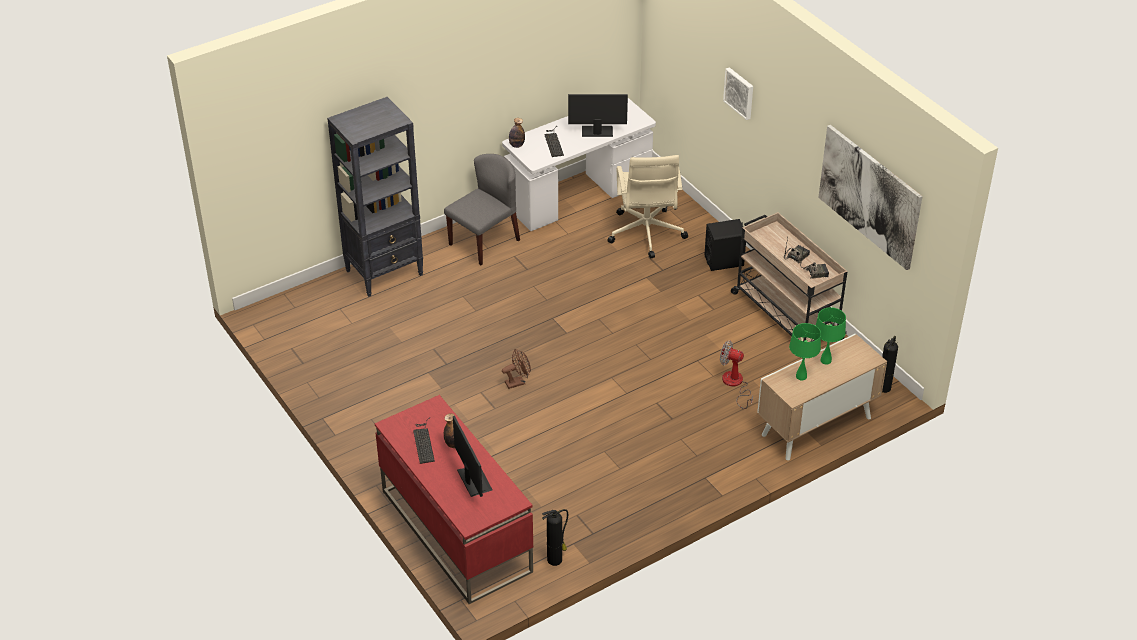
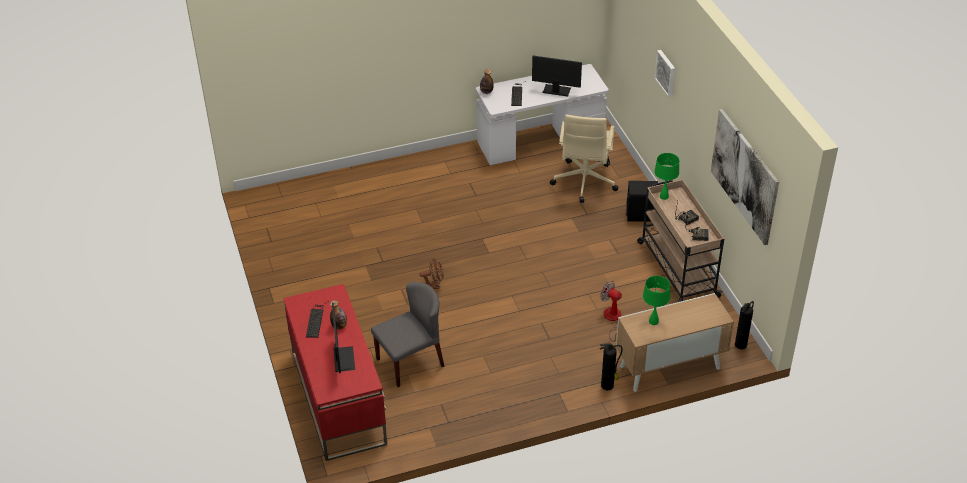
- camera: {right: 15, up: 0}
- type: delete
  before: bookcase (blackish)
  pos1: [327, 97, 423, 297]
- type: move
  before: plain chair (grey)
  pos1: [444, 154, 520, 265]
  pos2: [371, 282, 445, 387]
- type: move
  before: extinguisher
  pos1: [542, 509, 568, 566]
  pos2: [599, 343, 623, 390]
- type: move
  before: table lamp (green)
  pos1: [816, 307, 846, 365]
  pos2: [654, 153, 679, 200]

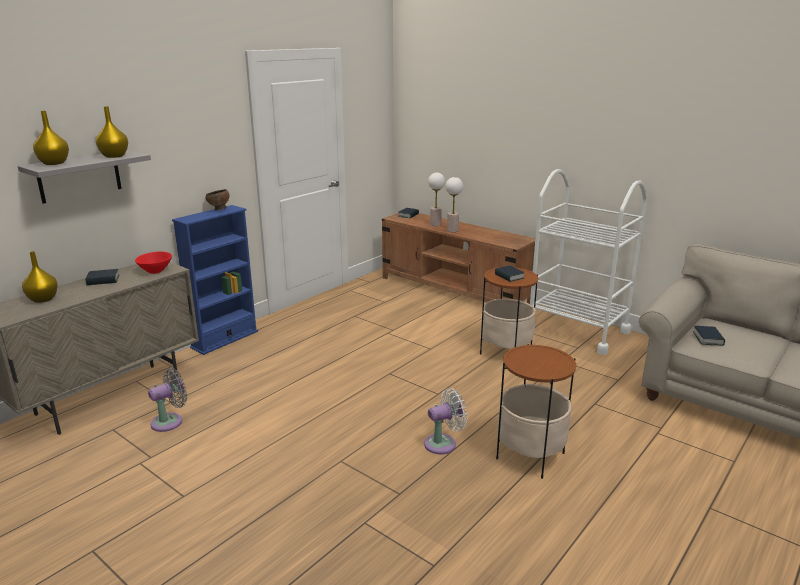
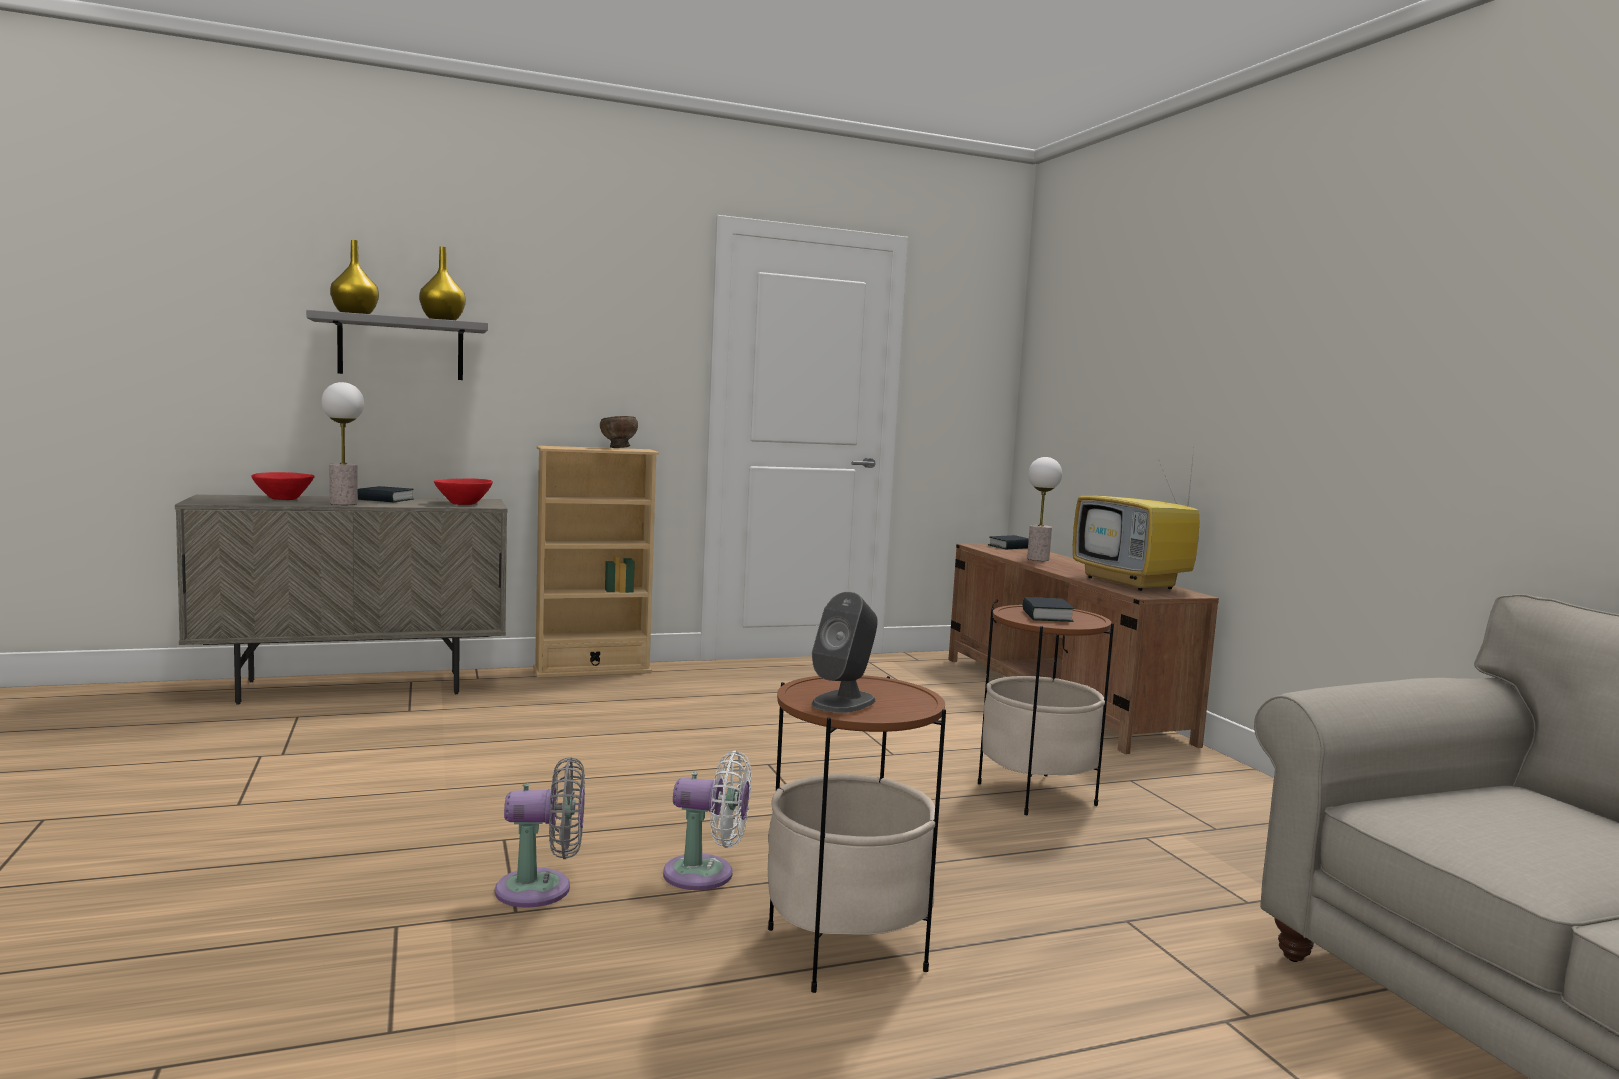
- camera: {right: 30, up: -15}
- type: delete
  before: trolley (white-coloured)
  pos1: [530, 169, 648, 355]
- type: delete
  before: bound book
  pos1: [693, 326, 725, 346]
- type: insert
  after: audio speaker (grey)
  pos2: [811, 592, 878, 713]
- type: insert
  after: television
  pos2: [1073, 450, 1199, 591]
- type: move
  before: fan (grey)
  pos1: [148, 368, 187, 432]
  pos2: [495, 757, 585, 908]
- type: move
  before: table lamp
  pos1: [445, 177, 463, 232]
  pos2: [321, 382, 364, 505]
- type: replace
  before: flower vase (yellow)
  after: deep dish (red)
  pos1: [22, 251, 58, 303]
  pos2: [251, 472, 315, 500]
- type: recolor
  before: bookcase (bluish)
  after: bookcase (beige)
  pos1: [172, 205, 258, 355]
  pos2: [533, 446, 659, 678]

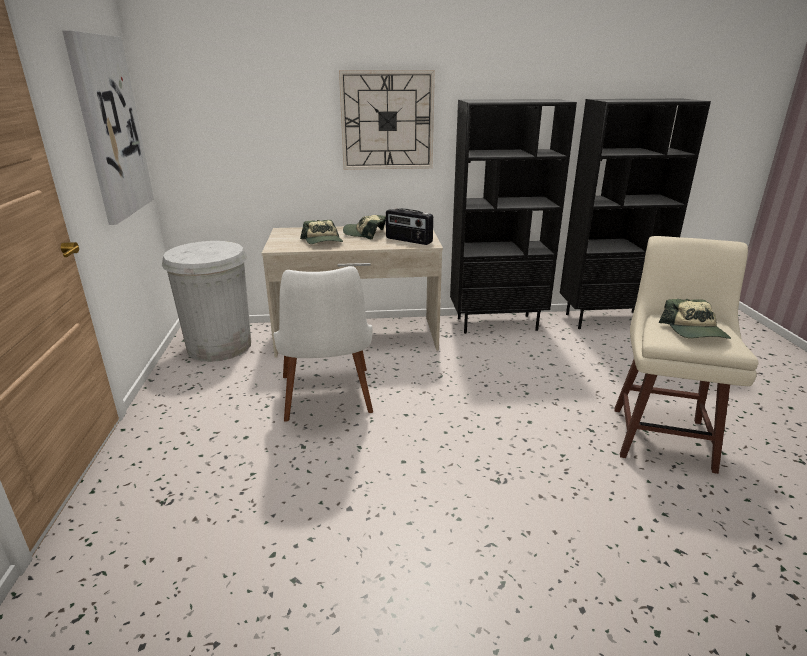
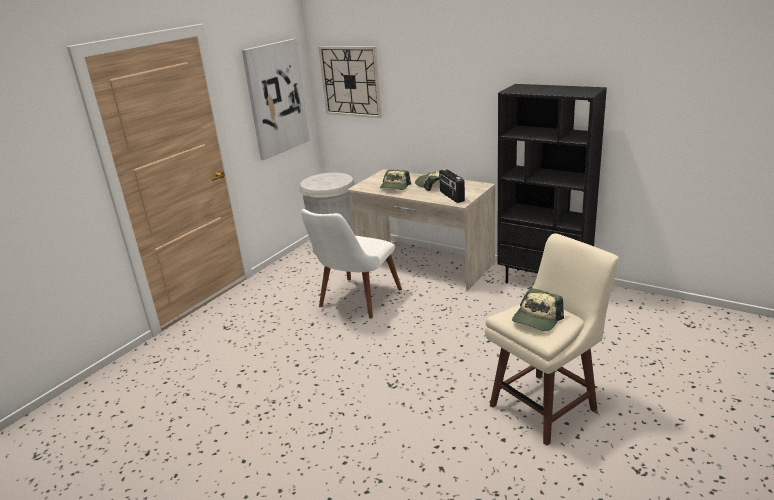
- camera: {right: 40, up: 0}
- type: delete
  before: bookcase (blackish)
  pos1: [560, 99, 711, 329]
- type: move
  before: clock on the wall
  pos1: [339, 70, 435, 170]
  pos2: [318, 46, 382, 118]

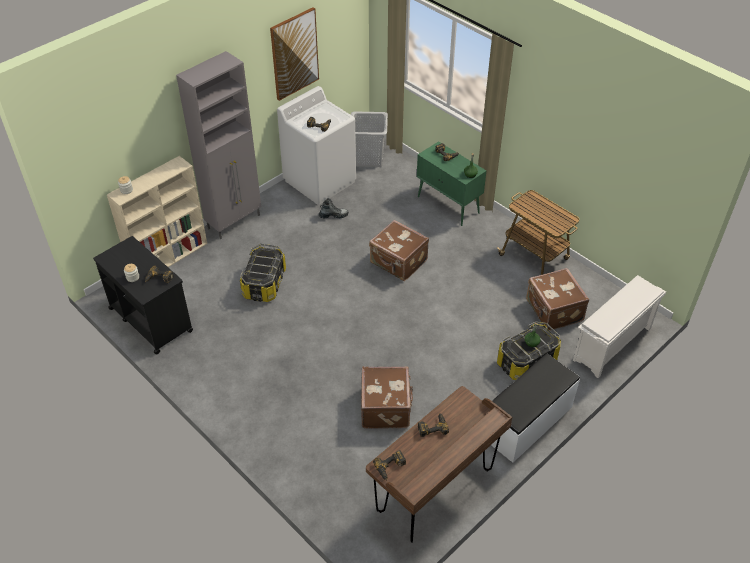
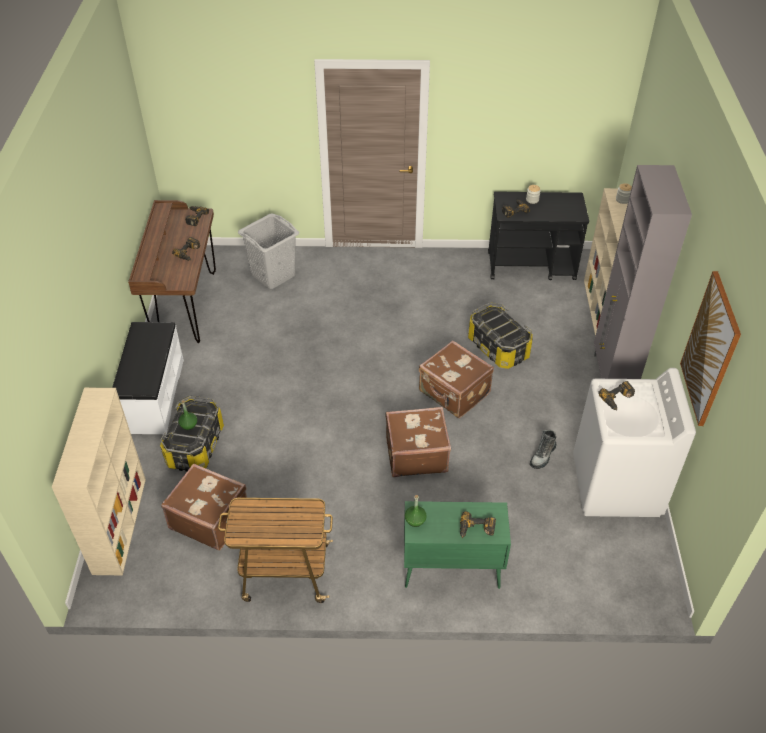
- camera: {right: 135, up: 0}
- type: move
  before: laundry basket (grey)
  pos1: [351, 111, 388, 167]
  pos2: [238, 213, 299, 289]
- type: move
  before: suitcase (brown)
  pos1: [361, 366, 413, 429]
  pos2: [419, 340, 494, 418]
- type: replace
  before: shoe stand (white-coloured)
  after: bookcase (beige)
  pos1: [573, 275, 666, 378]
  pos2: [52, 387, 146, 575]

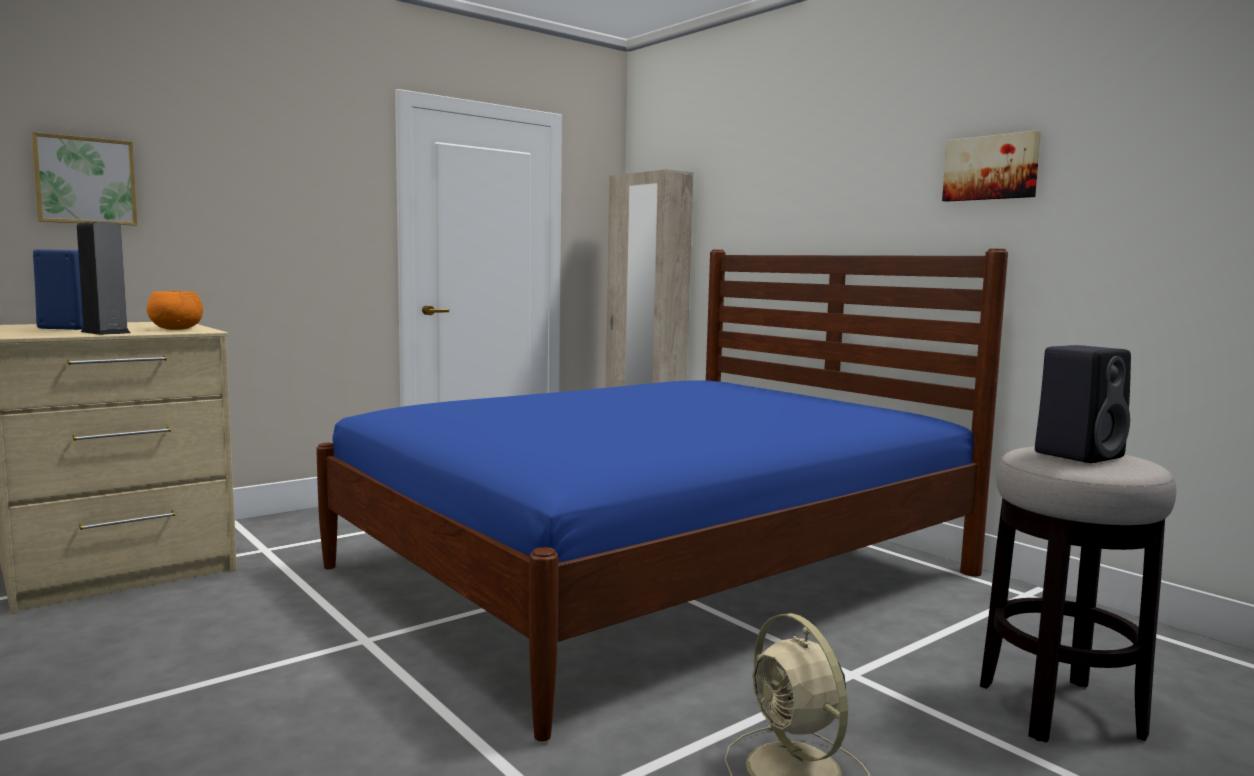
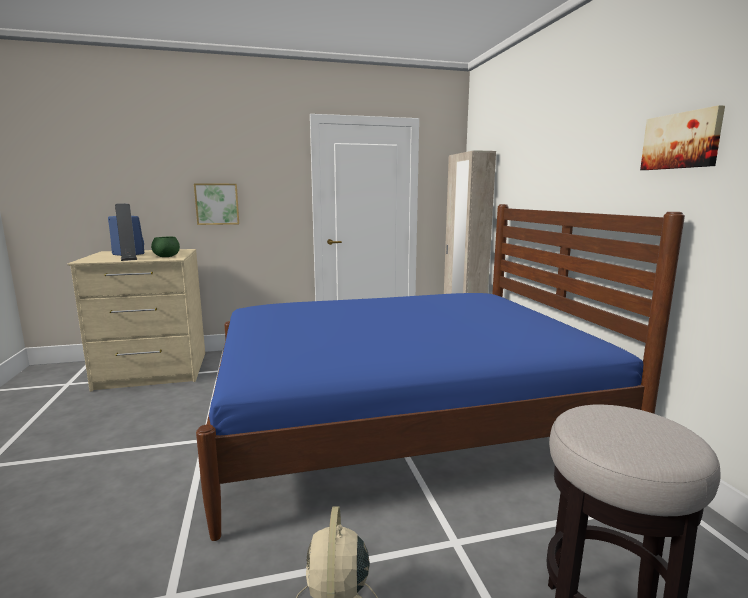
- camera: {right: 25, up: 5}
- type: delete
  before: audio speaker (blackish)
  pos1: [1035, 345, 1131, 463]
- type: move
  before: wall picture
  pos1: [32, 132, 137, 226]
  pos2: [194, 183, 239, 225]
- type: recolor
  before: deep dish (orange-coloured)
  after: deep dish (green)
  pos1: [147, 291, 203, 330]
  pos2: [151, 237, 180, 257]

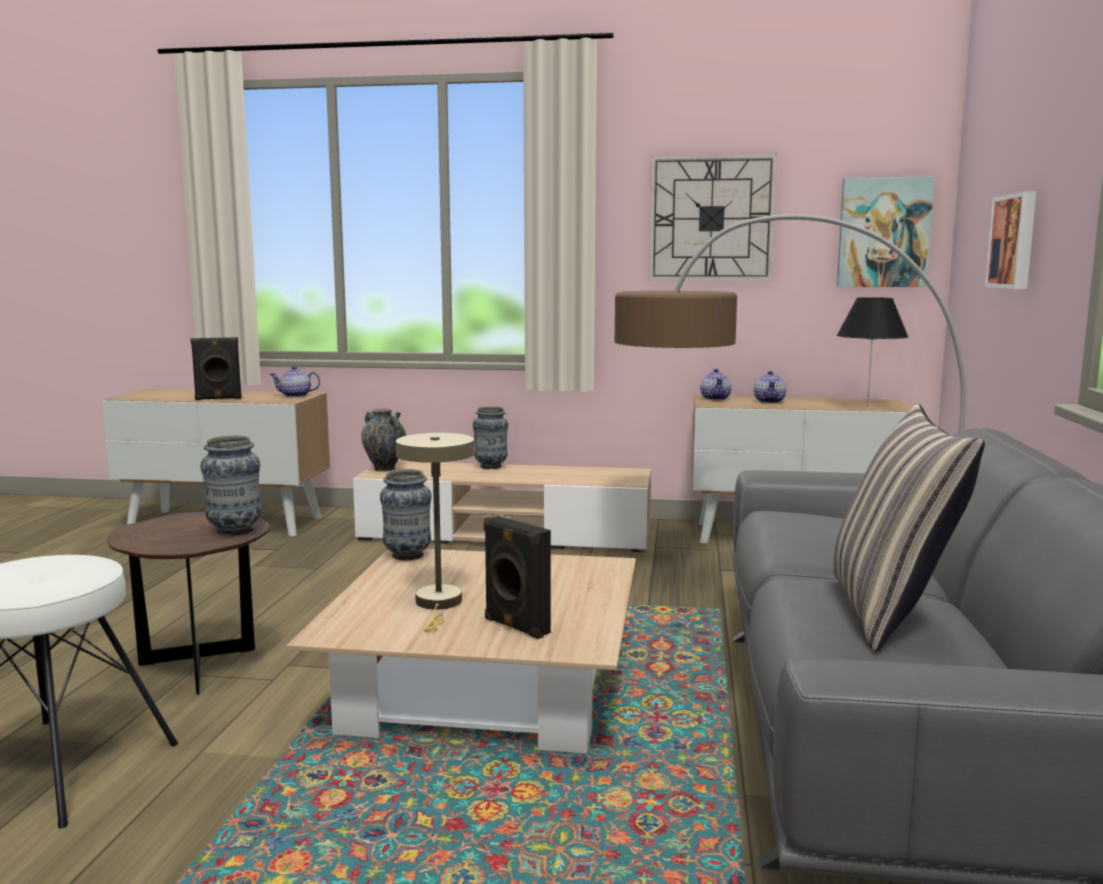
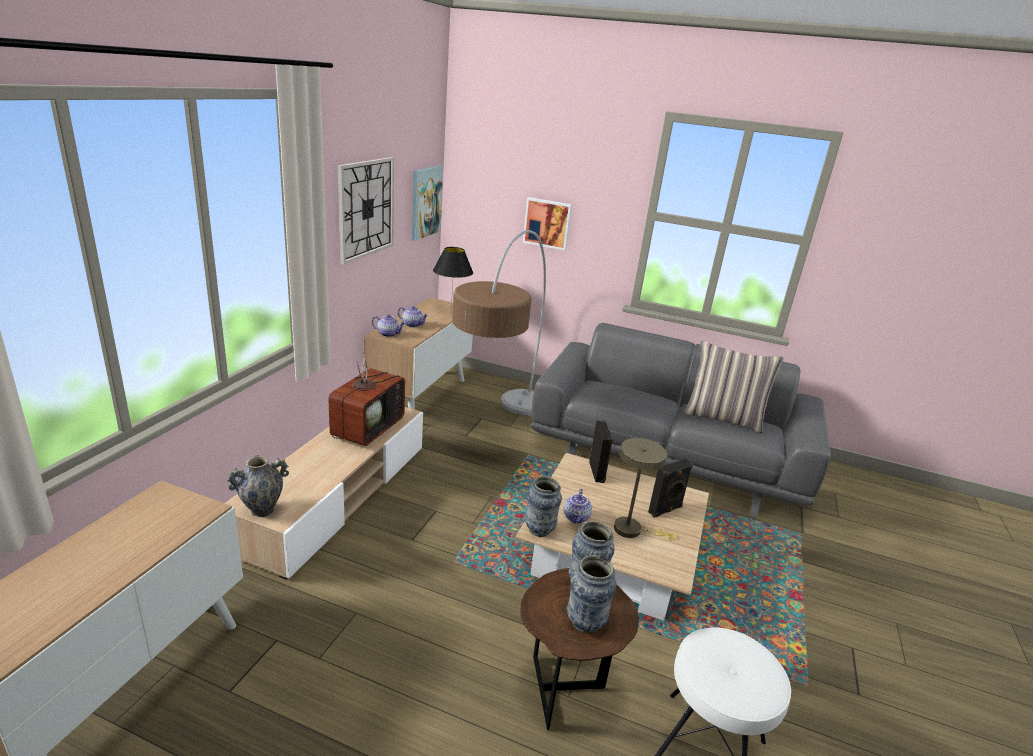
- camera: {right: -80, up: 15}
- type: insert
  after: television
  pos2: [328, 336, 405, 446]
- type: move
  before: audio speaker (blackish)
  pos1: [191, 337, 242, 400]
  pos2: [589, 420, 613, 483]
- type: move
  before: tea pot
  pos1: [270, 366, 320, 397]
  pos2: [564, 489, 592, 524]
- type: move
  before: flower vase
  pos1: [473, 407, 508, 469]
  pos2: [567, 555, 617, 634]

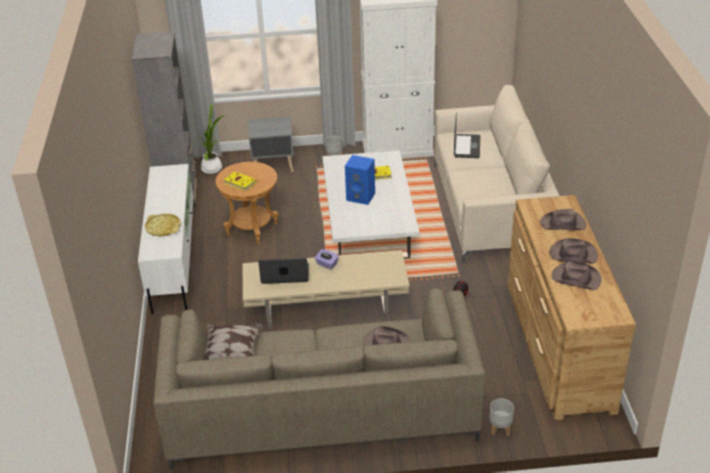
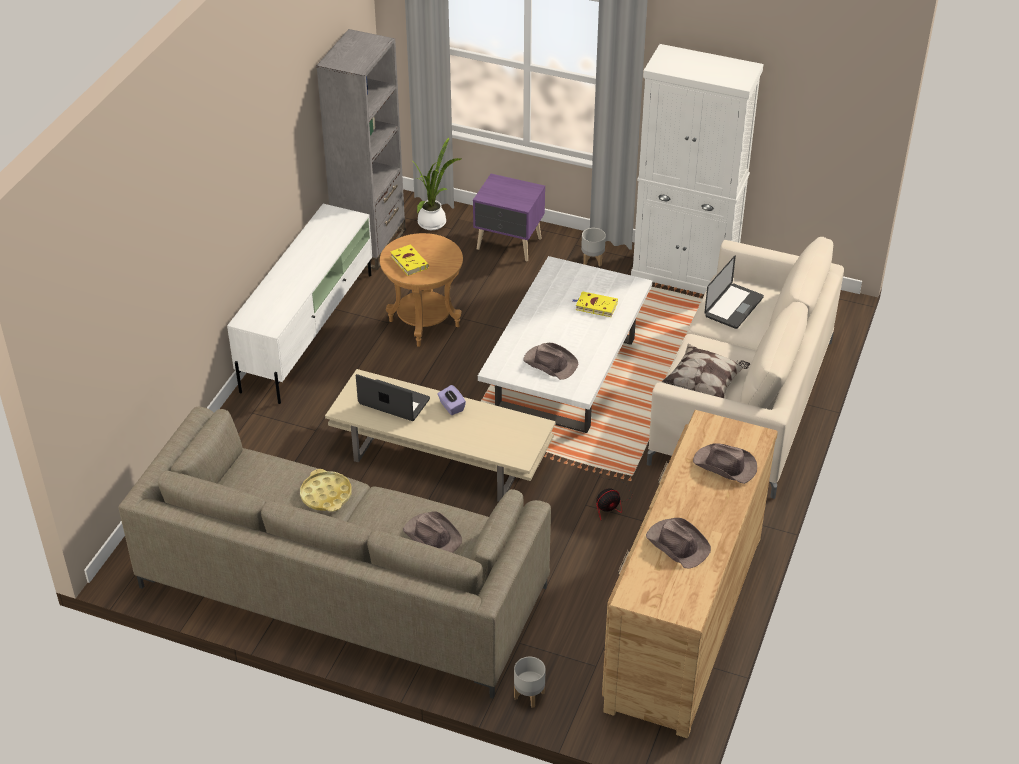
- camera: {right: 25, up: 5}
- type: delete
  before: audio speaker (bluish)
  pos1: [345, 155, 375, 205]
- type: move
  before: tray (yellow)
  pos1: [145, 213, 180, 237]
  pos2: [300, 469, 352, 512]
- type: move
  before: cushion
  pos1: [204, 323, 263, 360]
  pos2: [662, 344, 750, 398]
- type: move
  before: clothing hat (brown)
  pos1: [549, 238, 598, 264]
  pos2: [523, 343, 578, 380]
- type: recolor
  before: nightstand (grey)
  after: nightstand (purple)
  pos1: [249, 117, 294, 172]
  pos2: [473, 174, 545, 261]

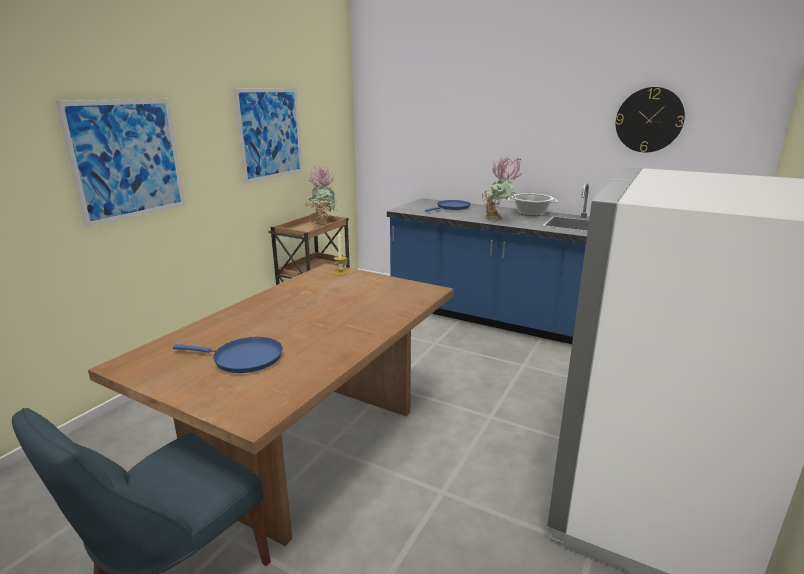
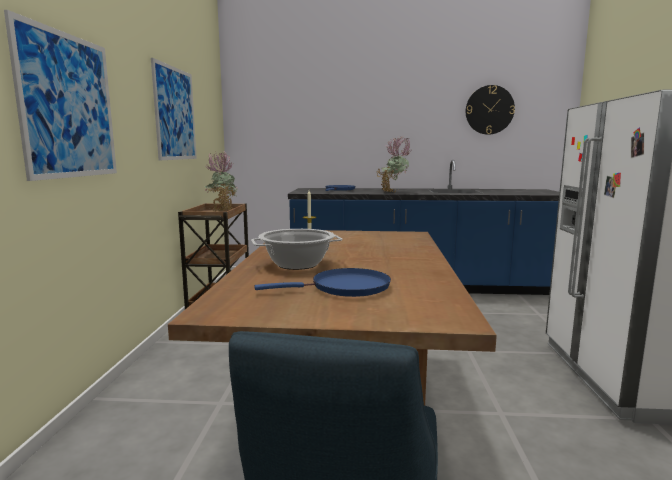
- camera: {right: -25, up: -10}
- type: move
  before: saucepot
  pos1: [508, 193, 558, 216]
  pos2: [251, 229, 343, 270]

